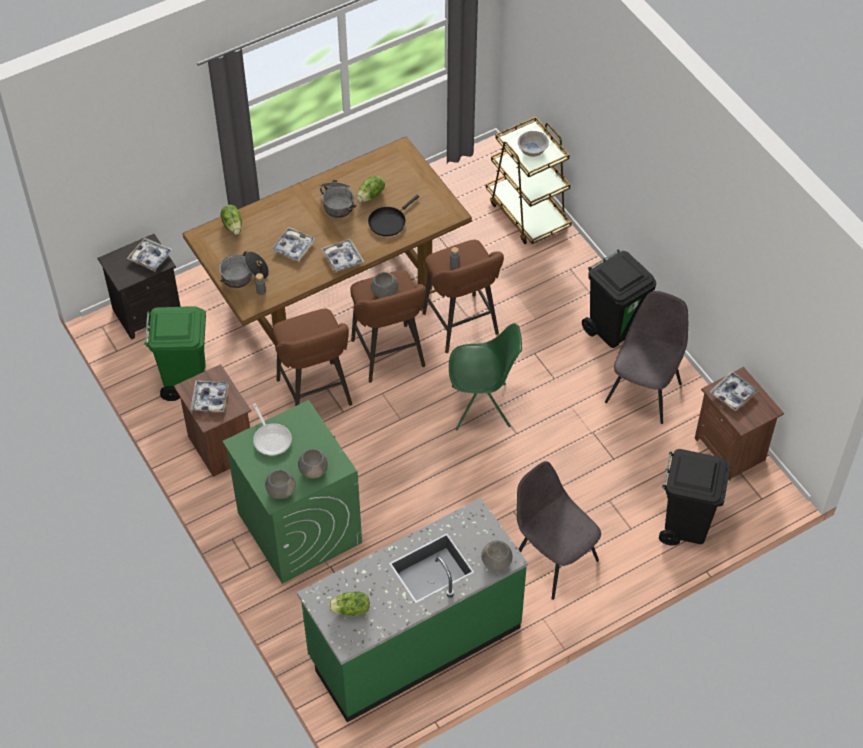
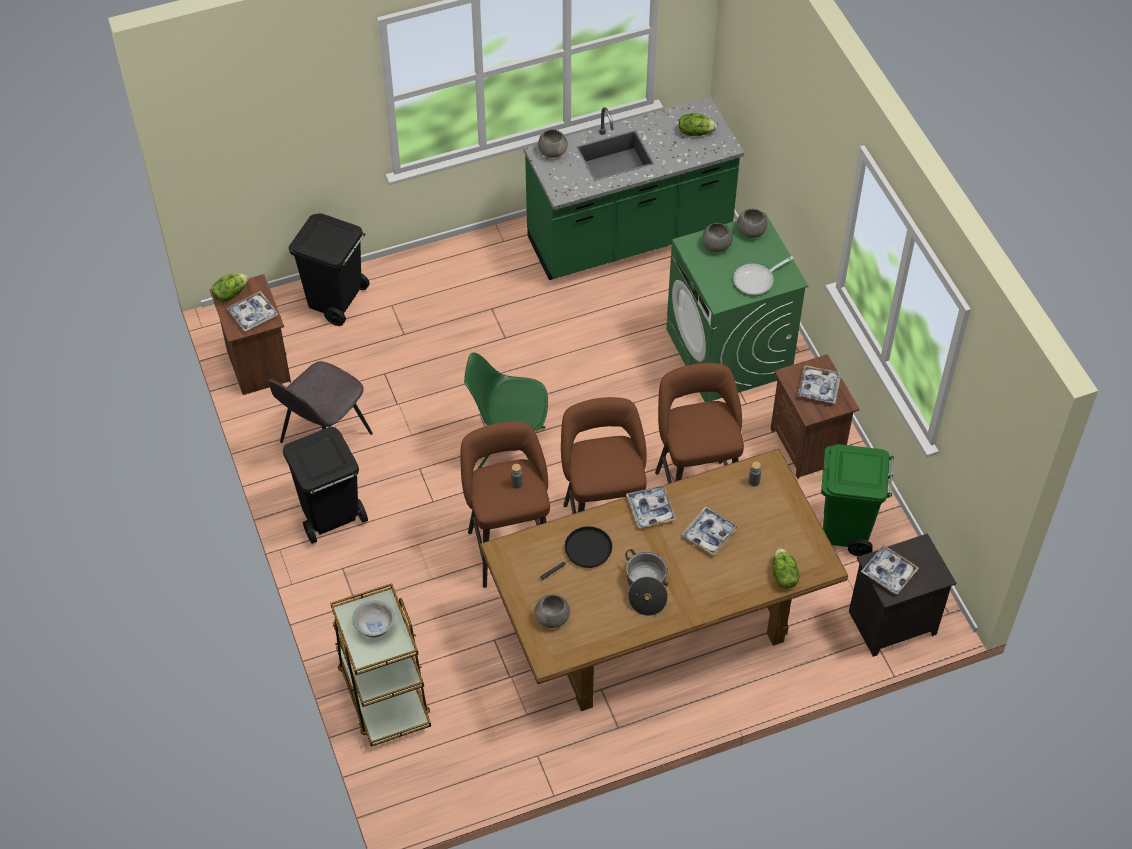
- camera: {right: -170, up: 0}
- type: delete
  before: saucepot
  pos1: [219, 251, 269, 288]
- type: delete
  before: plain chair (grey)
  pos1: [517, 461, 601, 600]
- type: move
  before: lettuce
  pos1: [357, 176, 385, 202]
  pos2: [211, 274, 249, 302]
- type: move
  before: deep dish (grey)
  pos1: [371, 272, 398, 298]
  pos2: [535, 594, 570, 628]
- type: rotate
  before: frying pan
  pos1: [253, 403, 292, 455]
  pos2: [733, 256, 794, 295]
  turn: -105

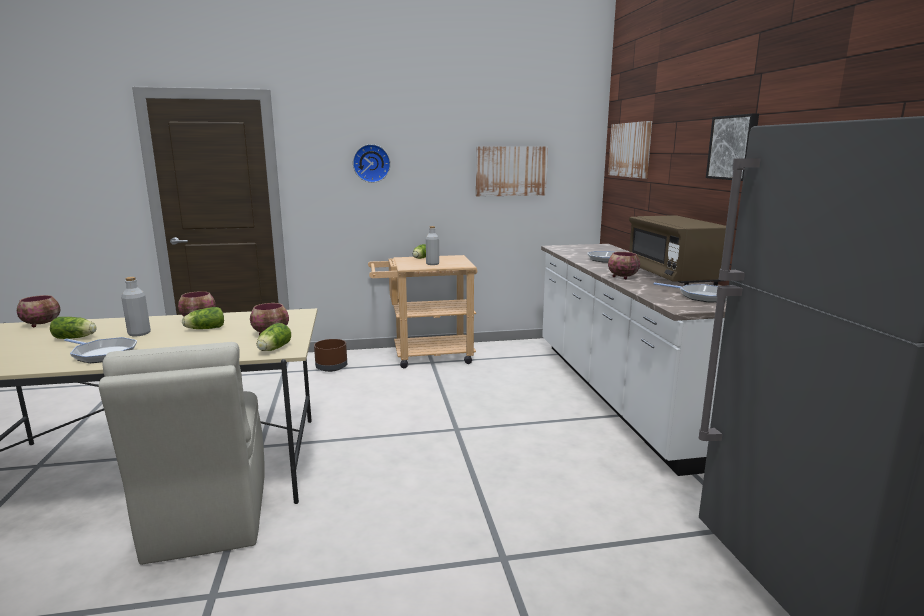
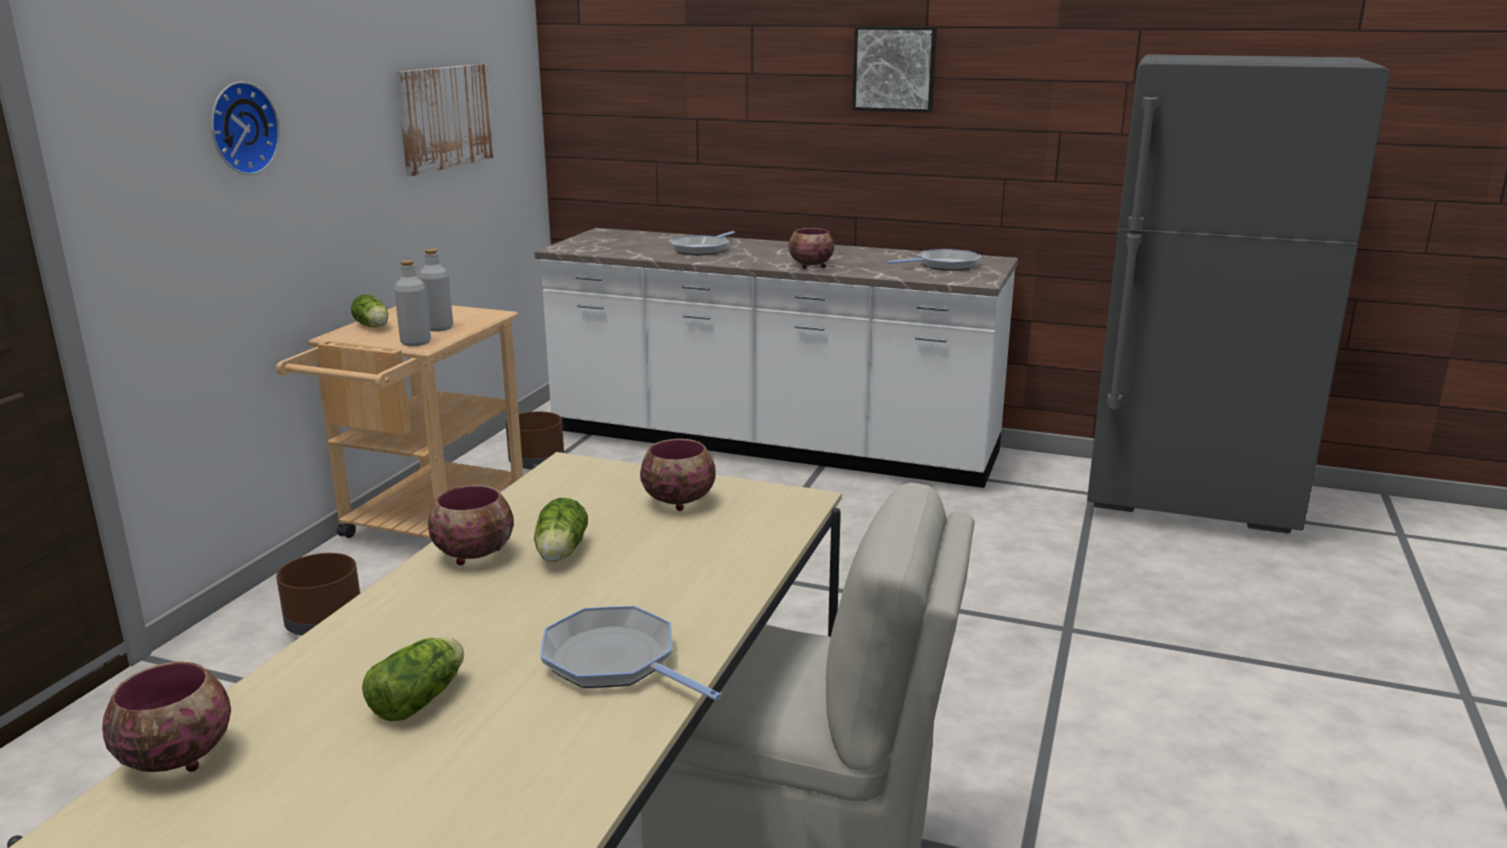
- camera: {right: -60, up: 5}
- type: delete
  before: lettuce
  pos1: [257, 323, 291, 351]
- type: delete
  before: wall picture
  pos1: [608, 121, 652, 178]
- type: delete
  before: kitchen microwave (brown)
  pos1: [629, 215, 726, 286]
- type: insert
  after: flower pot (brown)
  pos2: [506, 411, 564, 469]
- type: move
  before: drink bottle (grey)
  pos1: [121, 277, 151, 336]
  pos2: [394, 260, 431, 346]
- type: rotate
  before: frying pan
  pos1: [64, 337, 137, 363]
  pos2: [540, 606, 722, 701]
  turn: -105

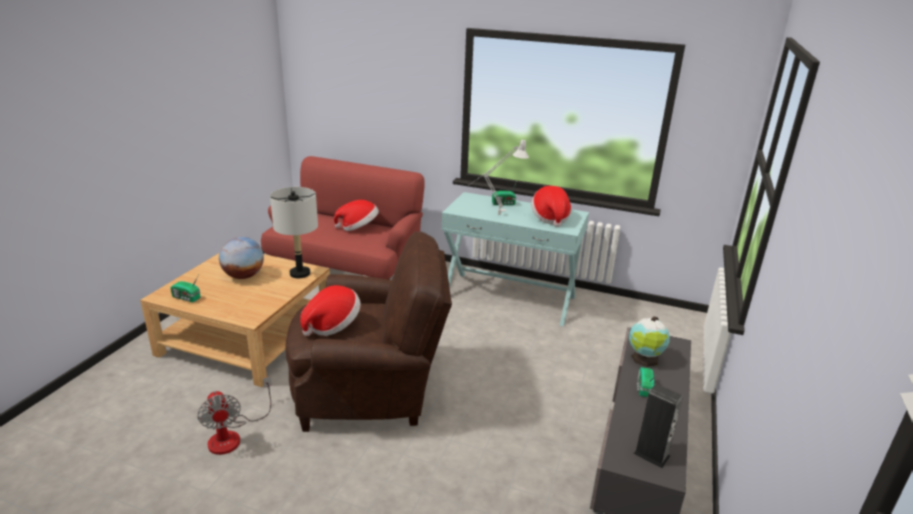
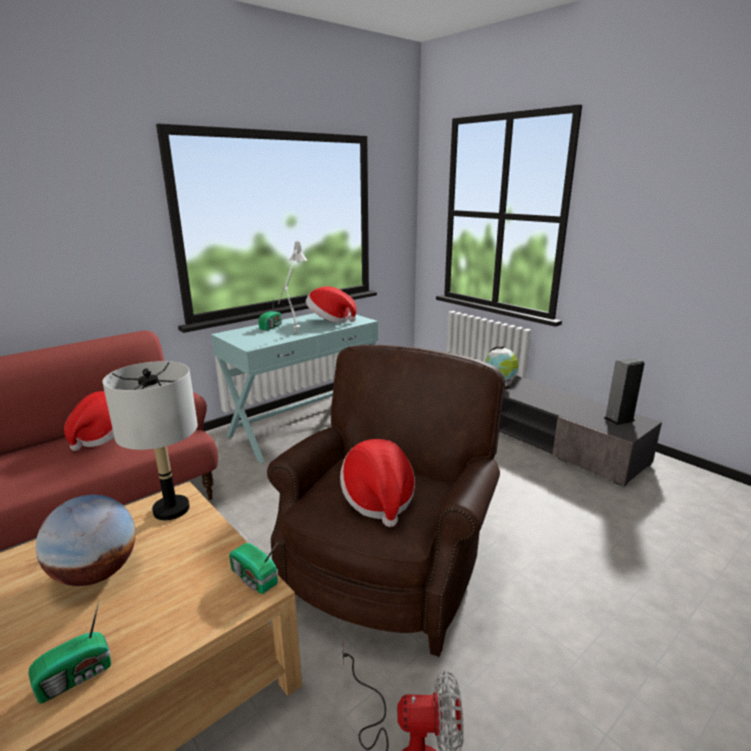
- camera: {right: -60, up: -5}
- type: move
  before: radio set
  pos1: [637, 367, 658, 397]
  pos2: [229, 543, 278, 594]

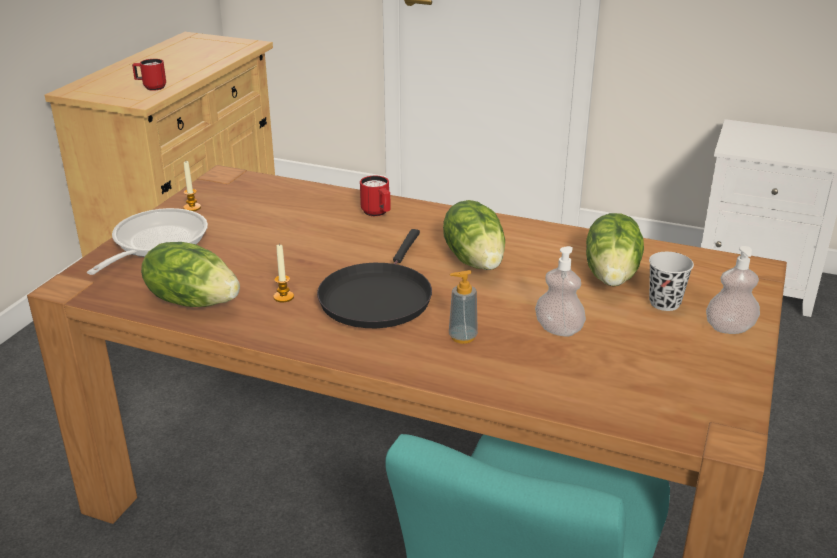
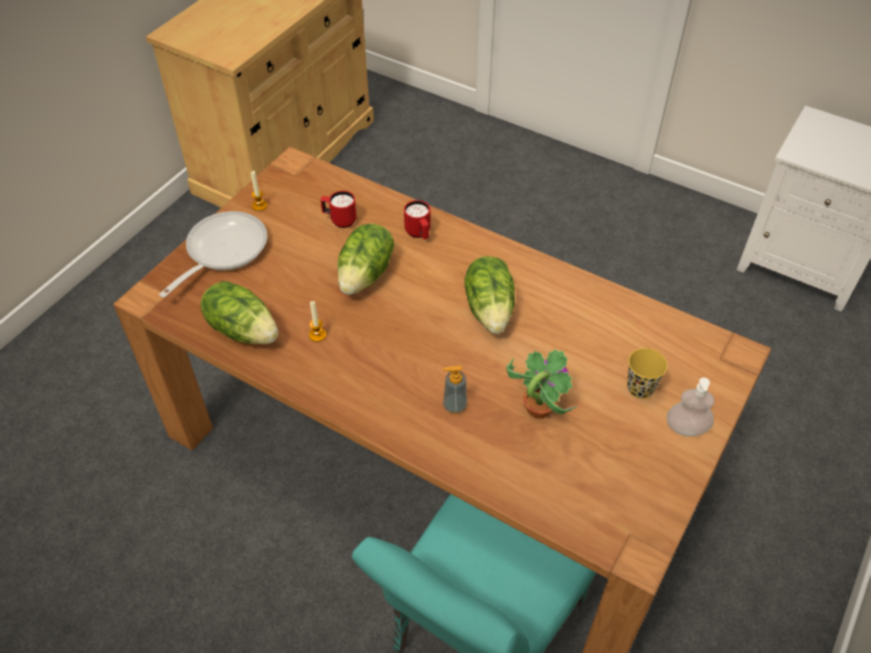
- camera: {right: 10, up: 20}
- type: delete
  before: frying pan (blackish)
  pos1: [317, 229, 432, 328]
- type: move
  before: coffee mug (red)
  pos1: [132, 59, 166, 91]
  pos2: [320, 191, 357, 228]
- type: move
  before: lettuce
  pos1: [586, 213, 644, 286]
  pos2: [337, 224, 394, 295]
- type: replace
  before: soap dispenser
  after: houseplant
  pos1: [535, 246, 586, 337]
  pos2: [506, 349, 578, 419]
- type: recolor
  before: cup (blackish)
  after: cup (yellow)
  pos1: [649, 252, 694, 311]
  pos2: [627, 348, 667, 399]

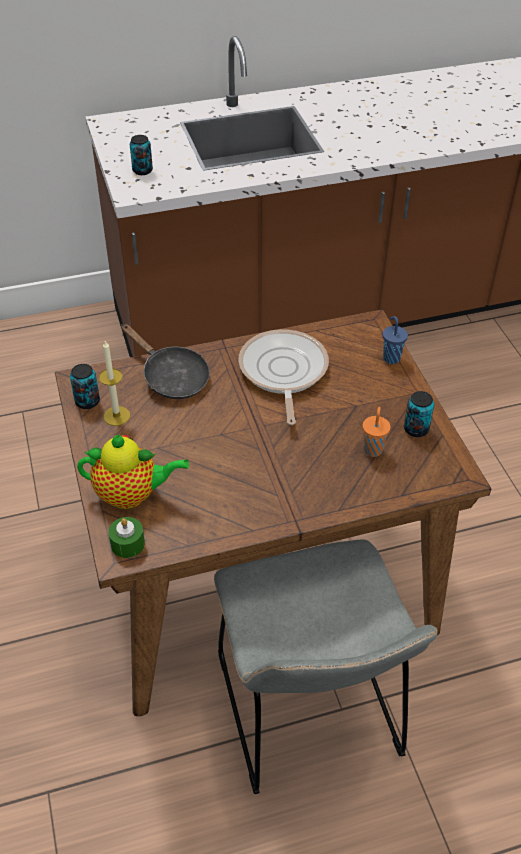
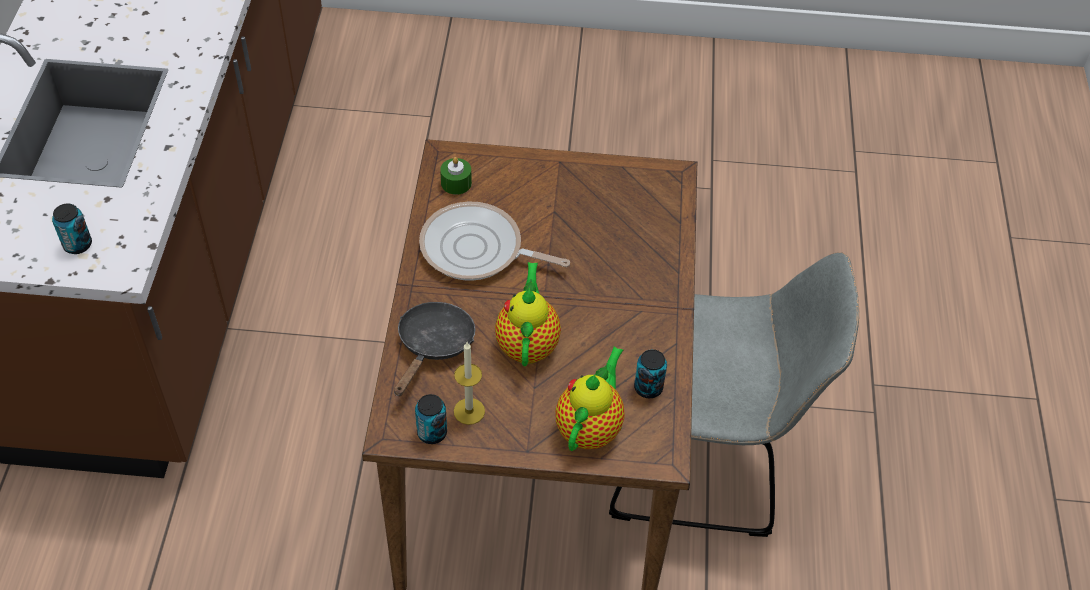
- camera: {right: -70, up: 5}
- type: delete
  before: cup (orange-coloured)
  pos1: [363, 407, 390, 457]
- type: delete
  before: cup (bluish)
  pos1: [383, 316, 408, 364]
- type: insert
  after: tea pot
  pos2: [495, 262, 561, 367]
- type: move
  before: wax candle (green)
  pos1: [108, 517, 145, 558]
  pos2: [440, 157, 472, 195]
- type: move
  before: metal can
  pos1: [404, 391, 434, 437]
  pos2: [634, 349, 667, 398]
- type: rotate
  before: frying pan (blackish)
  pos1: [121, 324, 210, 399]
  pos2: [394, 302, 475, 396]
  turn: -45

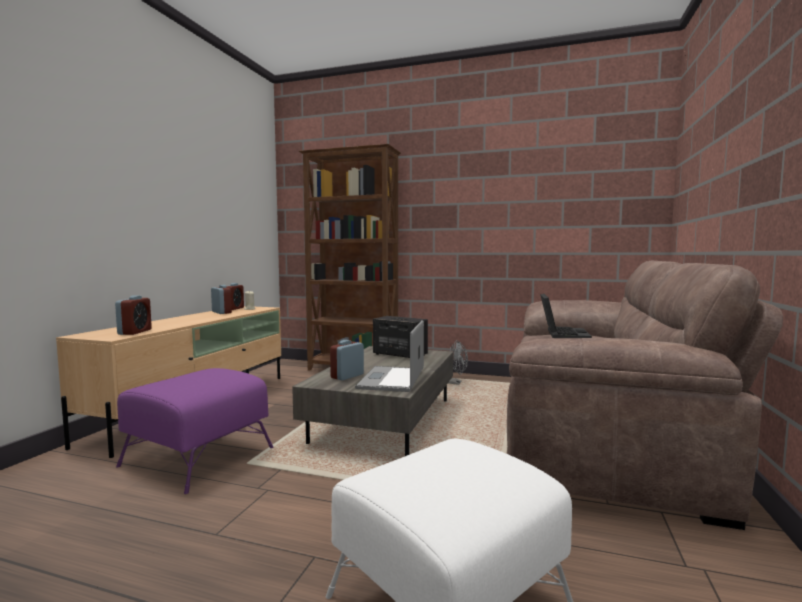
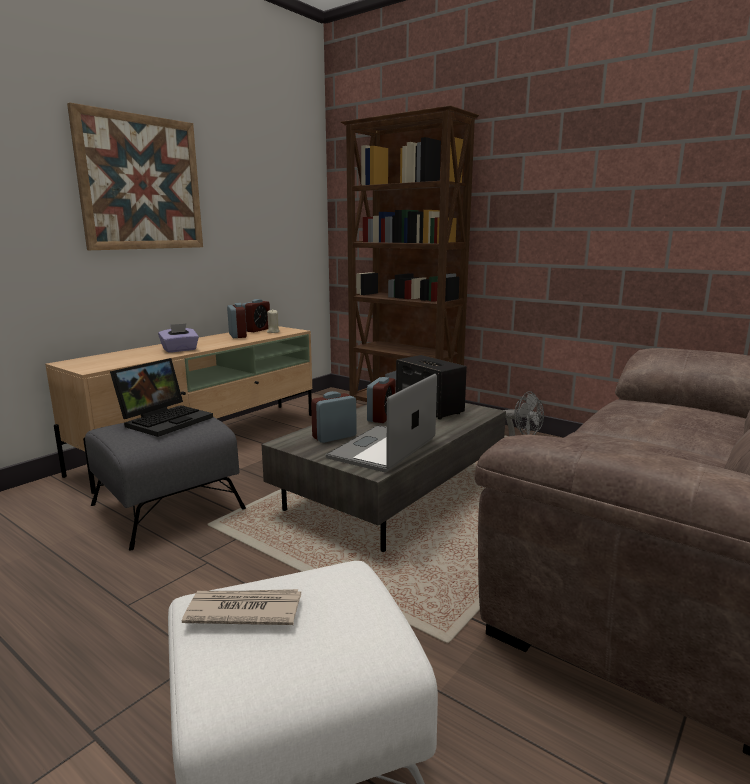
- camera: {right: 20, up: 10}
- type: insert
  after: wall picture
  pos2: [67, 103, 203, 250]
- type: insert
  after: box of tissues (purple)
  pos2: [158, 323, 199, 353]
- type: insert
  after: printed paper
  pos2: [182, 589, 301, 625]
- type: move
  before: bedside clock
  pos1: [115, 295, 152, 335]
  pos2: [367, 377, 396, 423]
- type: move
  before: laptop
  pos1: [540, 294, 592, 338]
  pos2: [110, 358, 213, 437]
- type: recolor
  before: pouffe (purple)
  after: pouffe (grey)
  pos1: [116, 368, 273, 494]
  pos2: [85, 417, 246, 551]

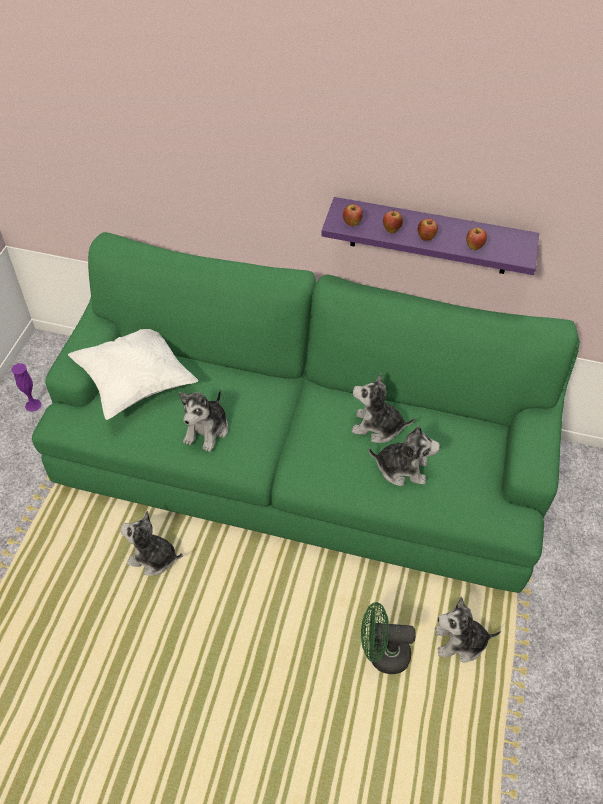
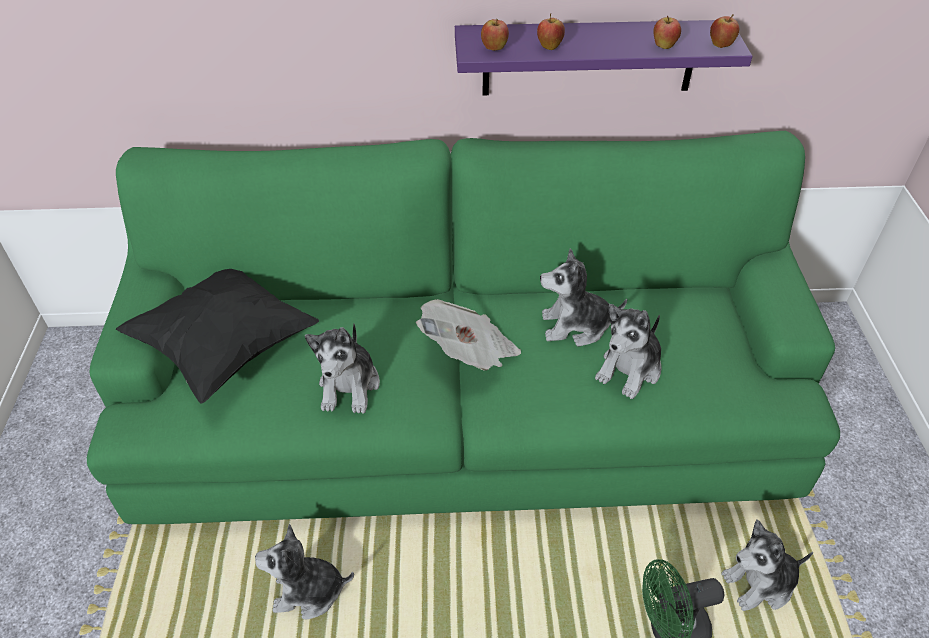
- camera: {right: -15, up: -5}
- type: delete
  before: flower vase (purple)
  pos1: [12, 363, 42, 412]
- type: insert
  after: printed paper
  pos2: [416, 299, 521, 371]
- type: move
  before: apple fruit
  pos1: [417, 219, 438, 241]
  pos2: [710, 15, 739, 48]
- type: recolor
  before: cushion (white-coloured)
  after: cushion (blackish)
  pos1: [68, 329, 198, 420]
  pos2: [116, 269, 319, 403]
- type: rotate
  before: plush toy
  pos1: [369, 425, 440, 486]
  pos2: [595, 304, 662, 399]
  turn: 135

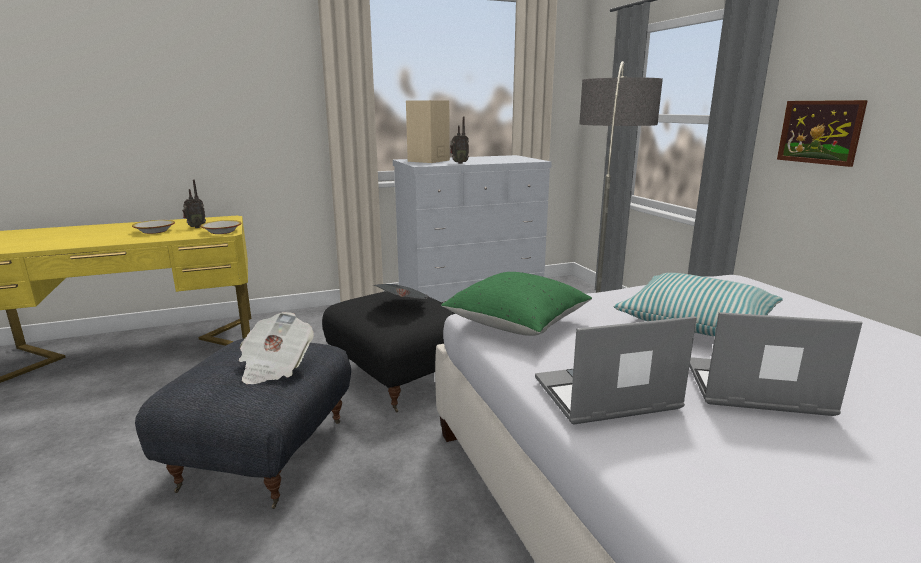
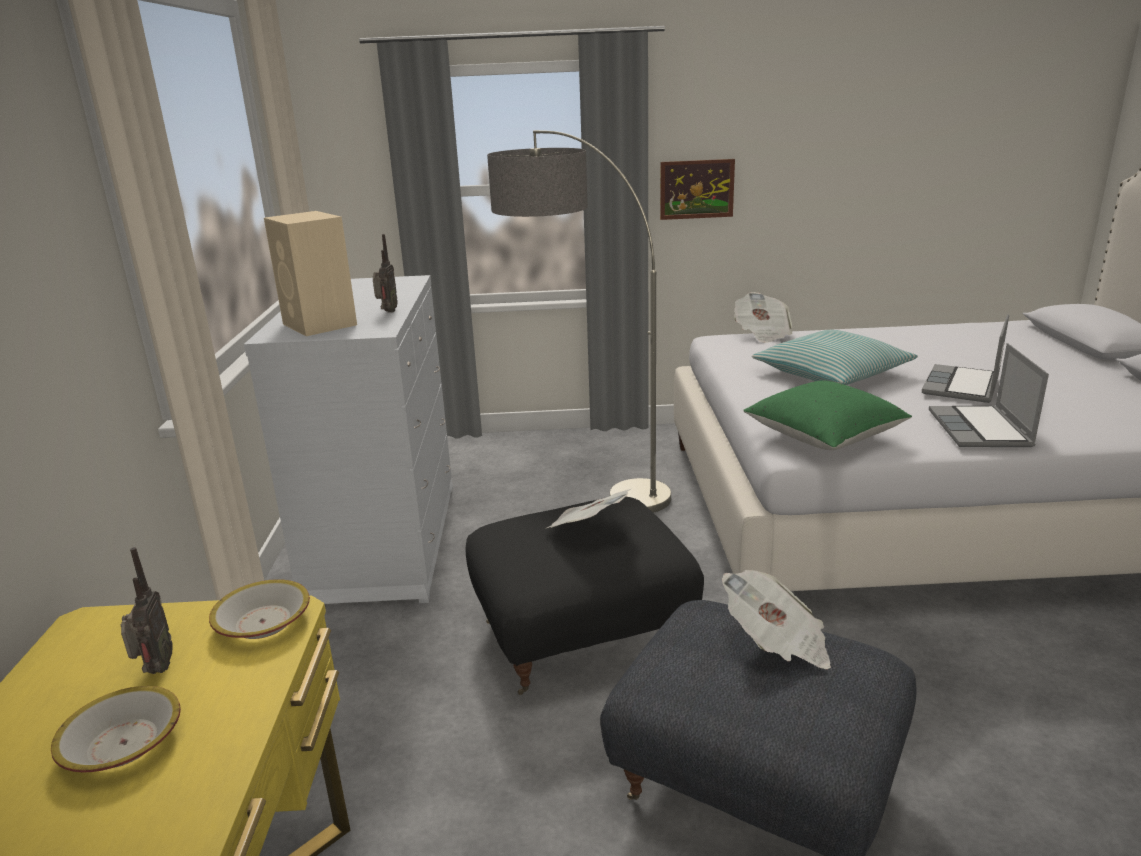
- camera: {right: -70, up: 5}
- type: insert
  after: printed paper
  pos2: [734, 292, 792, 343]

